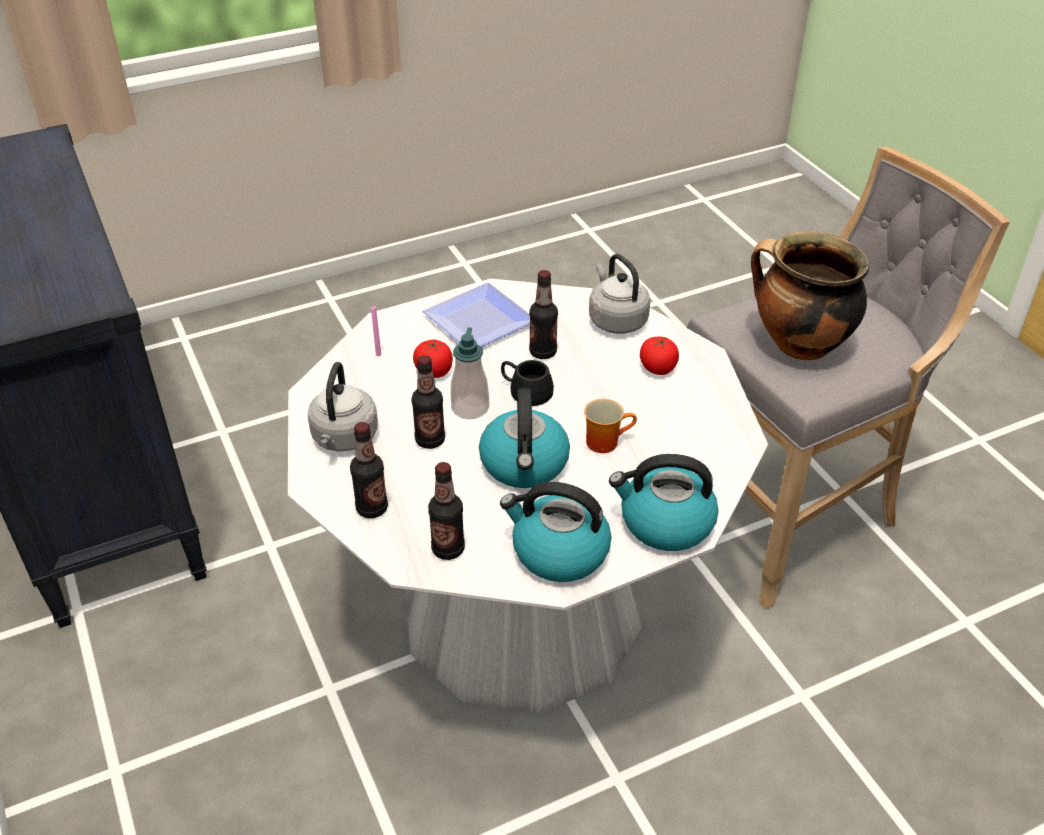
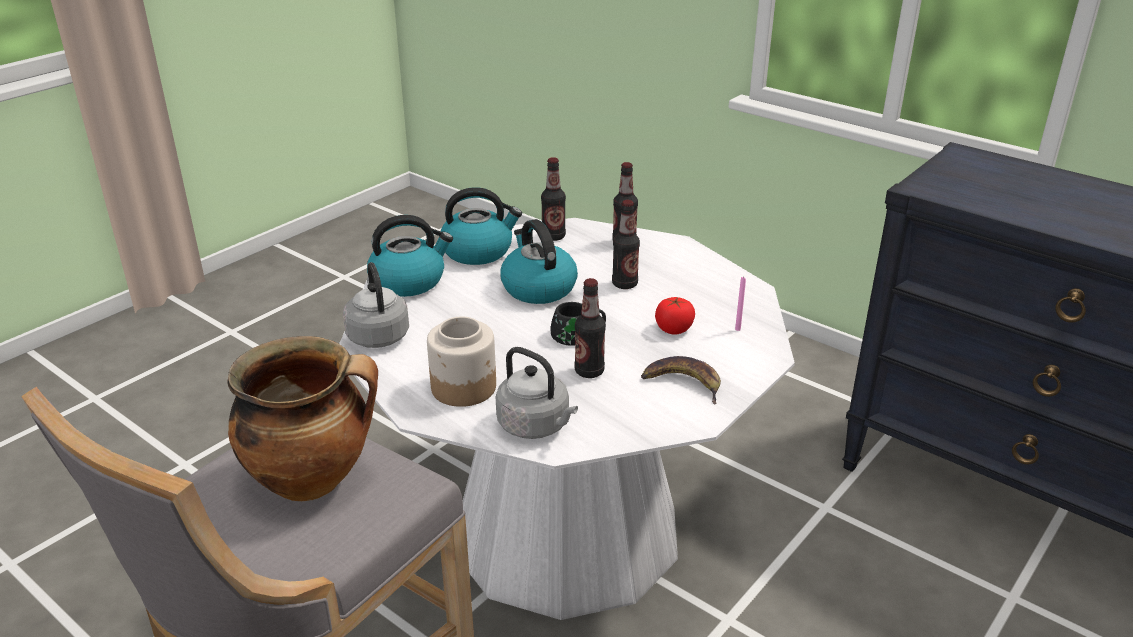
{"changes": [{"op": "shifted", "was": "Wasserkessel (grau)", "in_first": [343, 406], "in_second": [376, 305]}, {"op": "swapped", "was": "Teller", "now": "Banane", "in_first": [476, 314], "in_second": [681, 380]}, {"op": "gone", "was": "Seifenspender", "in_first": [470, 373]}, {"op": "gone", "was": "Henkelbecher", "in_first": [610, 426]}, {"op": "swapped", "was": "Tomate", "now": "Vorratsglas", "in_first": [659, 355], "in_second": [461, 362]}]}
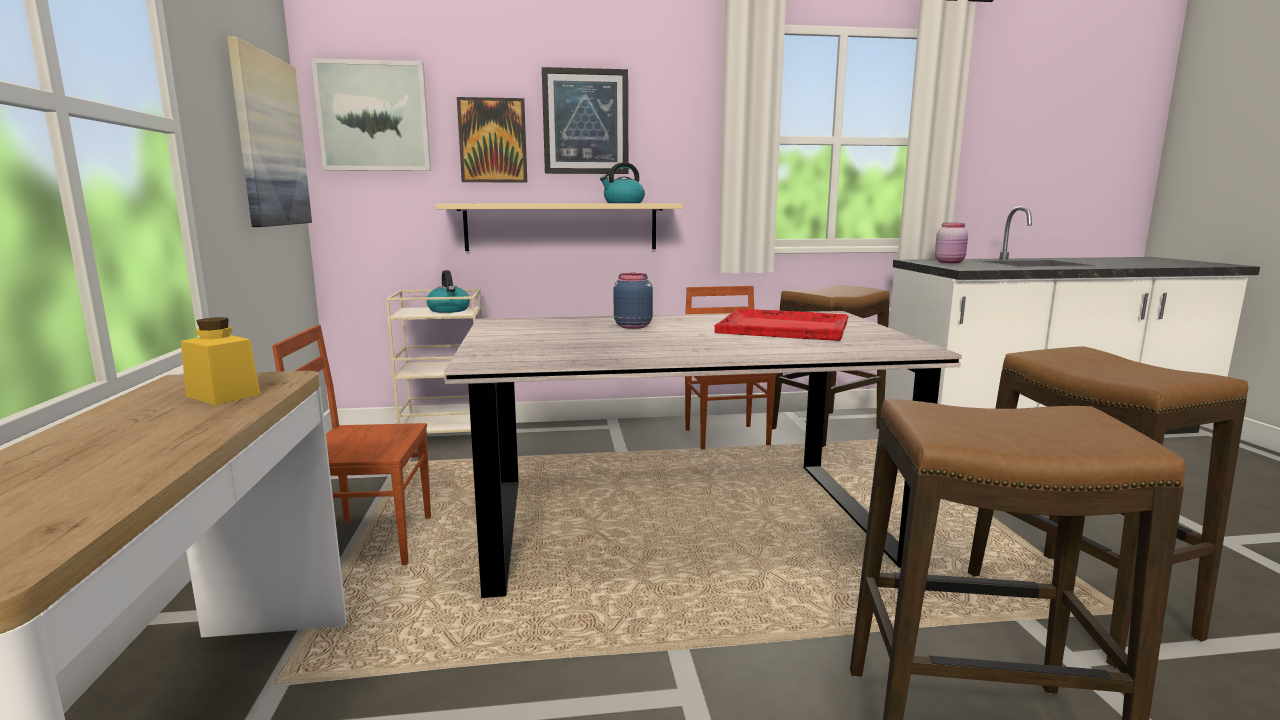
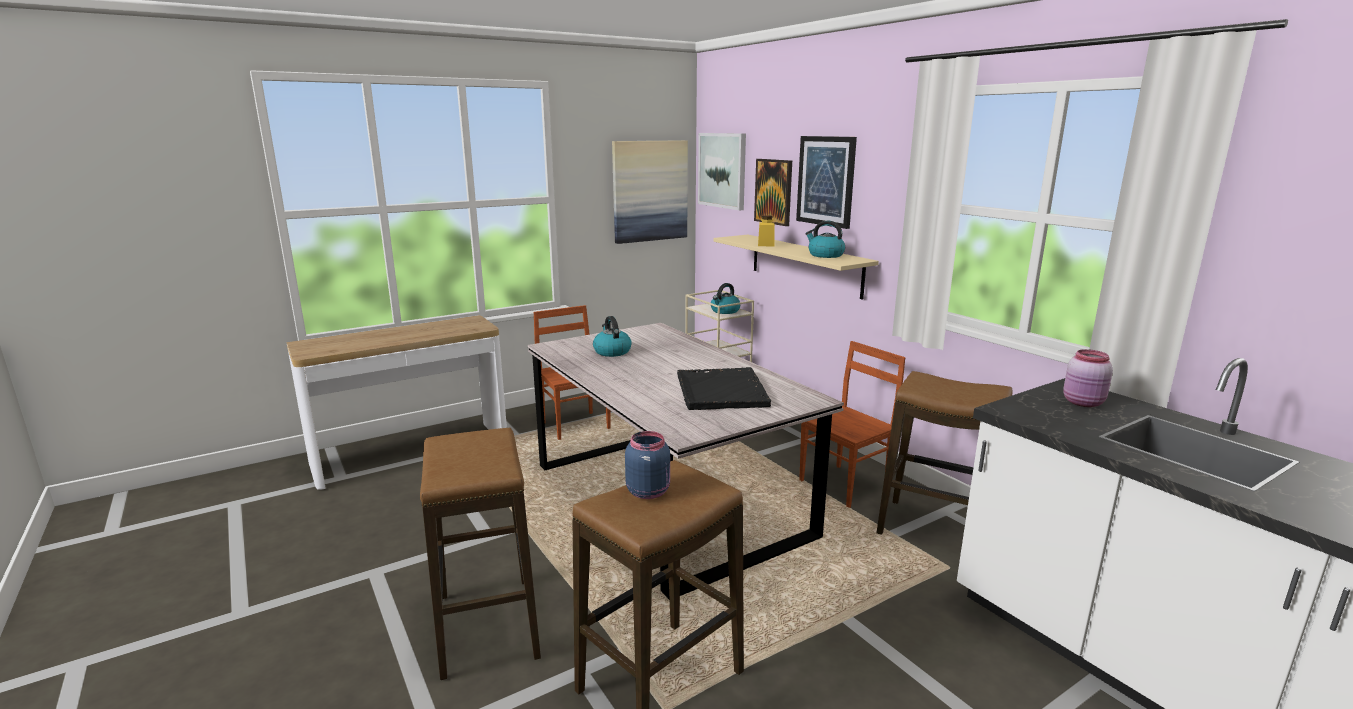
{"changes": [{"op": "shifted", "was": "Vorratsglas (gelb)", "in_first": [220, 361], "in_second": [766, 231]}, {"op": "shifted", "was": "Vorratsglas (blau)", "in_first": [633, 301], "in_second": [647, 465]}, {"op": "repainted", "was": "Tablett (rot)", "now": "Tablett (schwarz)", "in_first": [781, 325], "in_second": [724, 388]}, {"op": "new", "now": "Wasserkessel", "in_second": [612, 336]}]}
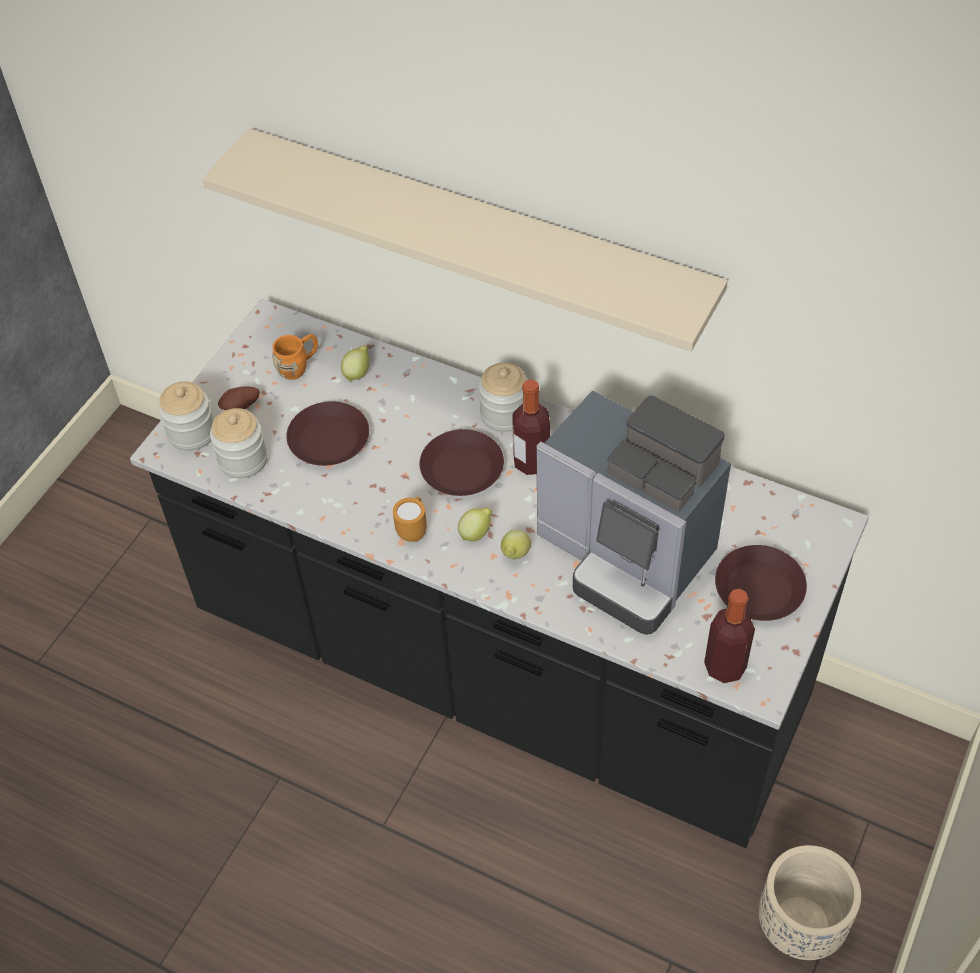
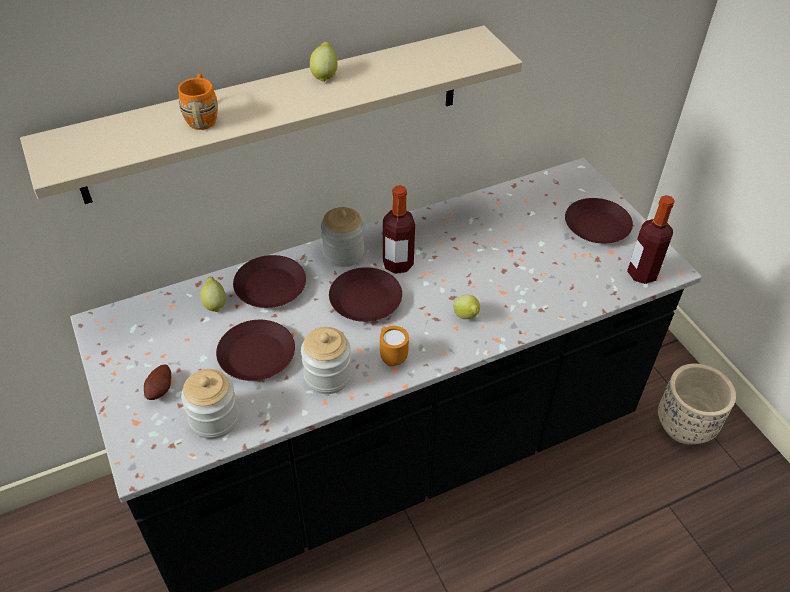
{"changes": [{"op": "shifted", "was": "Vorratsglas", "in_first": [186, 416], "in_second": [326, 360]}, {"op": "shifted", "was": "Henkelbecher (orange)", "in_first": [295, 357], "in_second": [198, 102]}, {"op": "shifted", "was": "Zitrone", "in_first": [475, 524], "in_second": [323, 62]}, {"op": "gone", "was": "Kaffeemaschine", "in_first": [634, 512]}, {"op": "new", "now": "Teller (braun)", "in_second": [269, 281]}]}
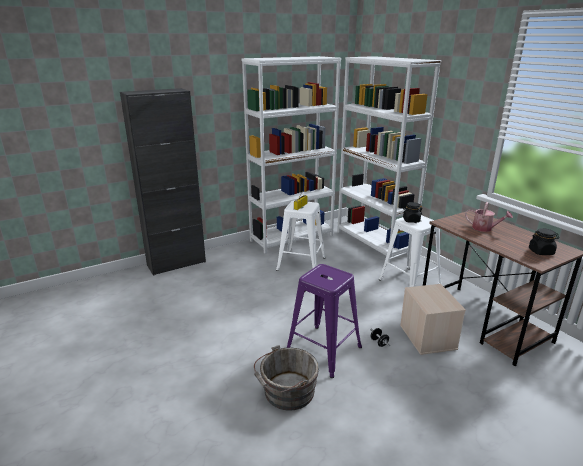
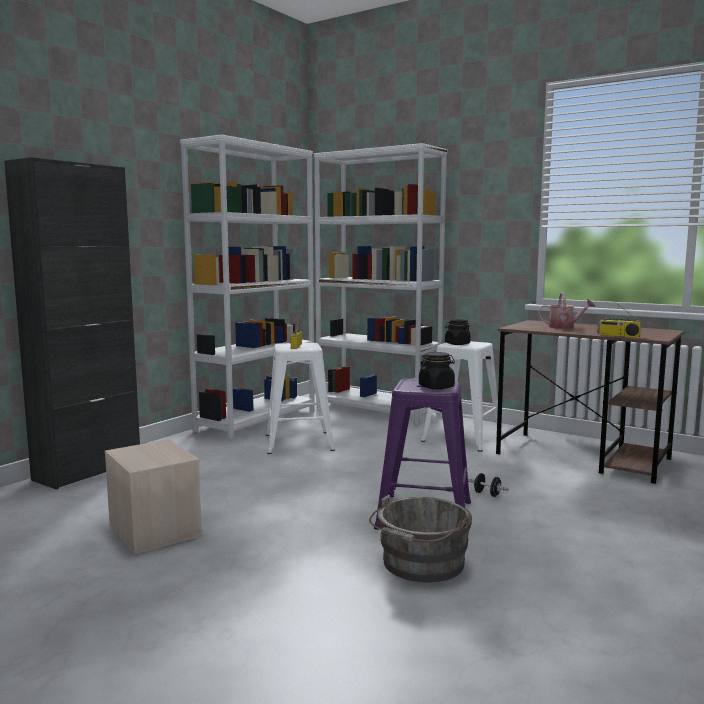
{"changes": [{"op": "shifted", "was": "Aufbewahrungsbox (beige)", "in_first": [433, 319], "in_second": [153, 497]}, {"op": "shifted", "was": "Vorratsglas (schwarz)", "in_first": [544, 241], "in_second": [437, 370]}, {"op": "new", "now": "Radio", "in_second": [619, 318]}]}
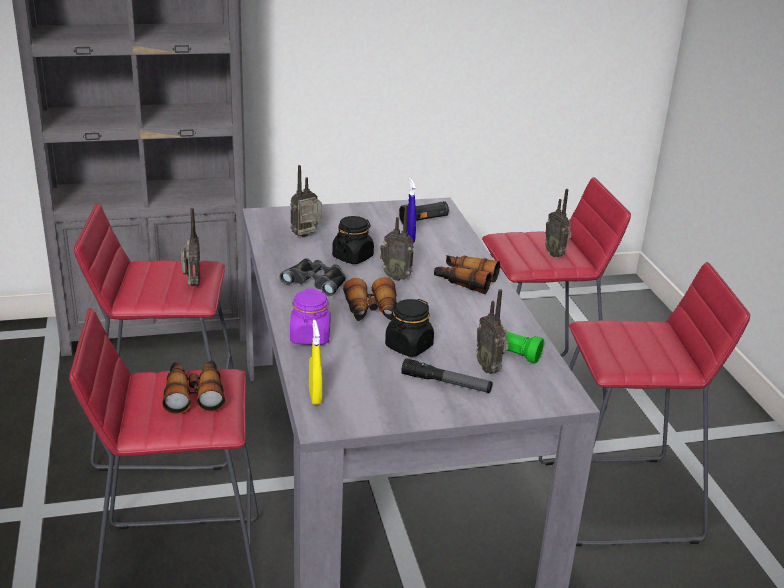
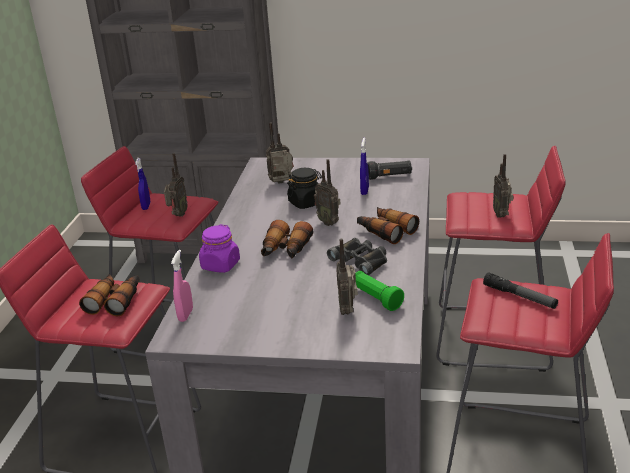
{"changes": [{"op": "shifted", "was": "Fernglas (schwarz)", "in_first": [313, 277], "in_second": [357, 256]}, {"op": "repainted", "was": "Sprühflasche (gelb)", "now": "Sprühflasche (rosa)", "in_first": [315, 362], "in_second": [182, 286]}, {"op": "gone", "was": "Vorratsglas (schwarz)", "in_first": [409, 328]}, {"op": "shifted", "was": "Taschenlampe", "in_first": [447, 375], "in_second": [520, 291]}, {"op": "new", "now": "Sprühflasche (blau)", "in_second": [143, 184]}]}
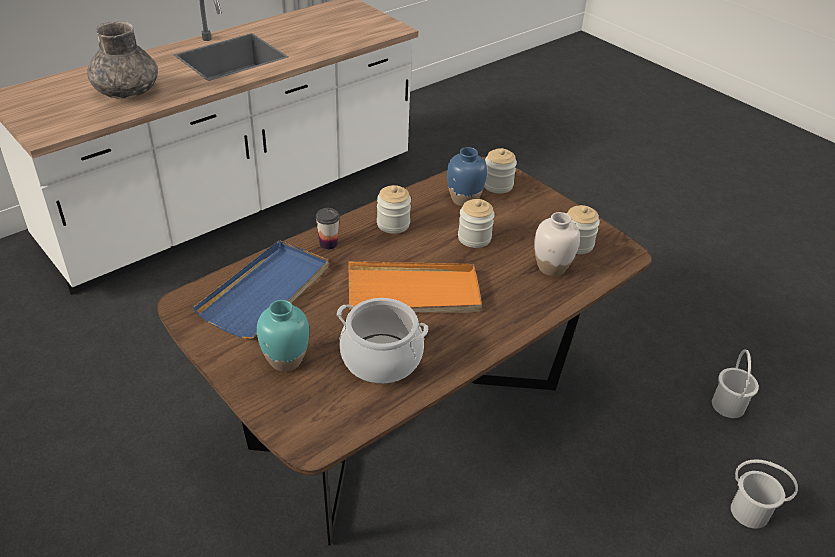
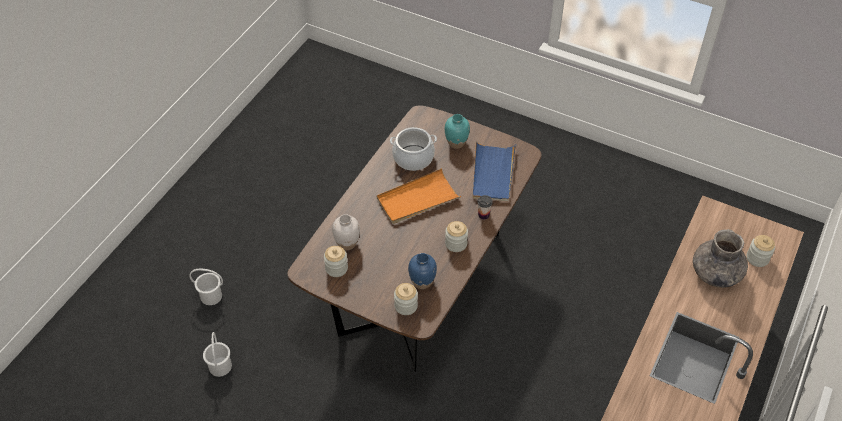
{"changes": [{"op": "shifted", "was": "Vorratsglas", "in_first": [476, 223], "in_second": [760, 251]}]}
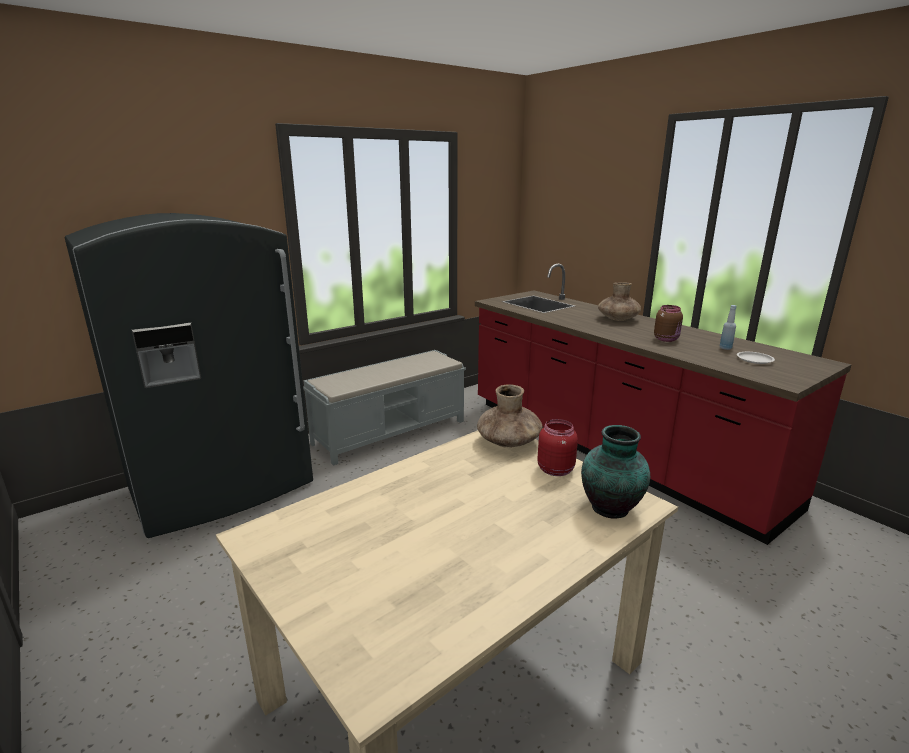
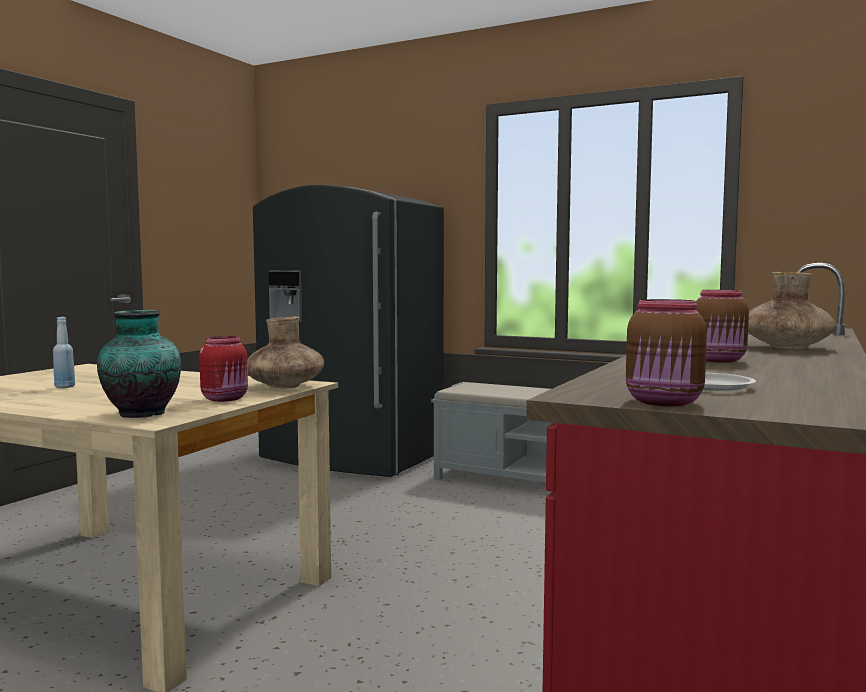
{"changes": [{"op": "shifted", "was": "Flasche (blau)", "in_first": [728, 327], "in_second": [64, 352]}, {"op": "new", "now": "Vorratsglas (braun)", "in_second": [666, 352]}]}
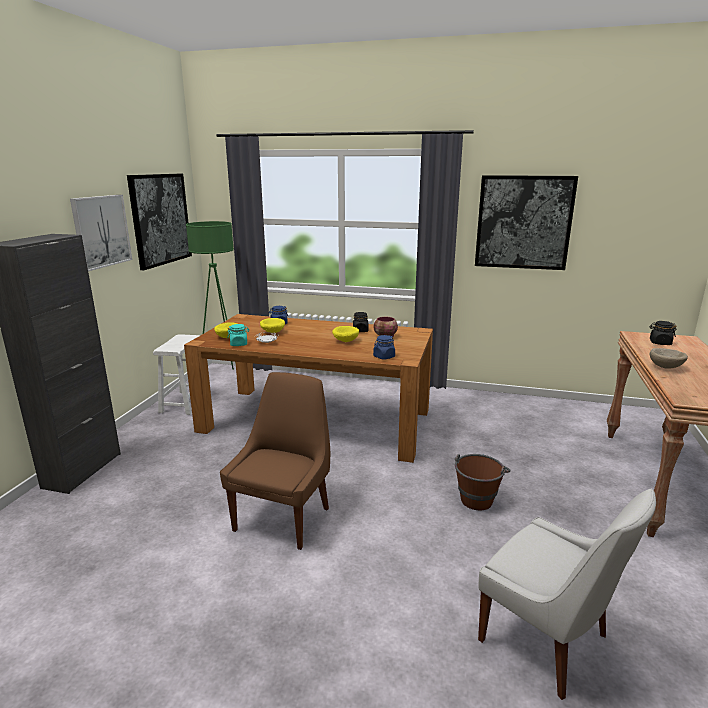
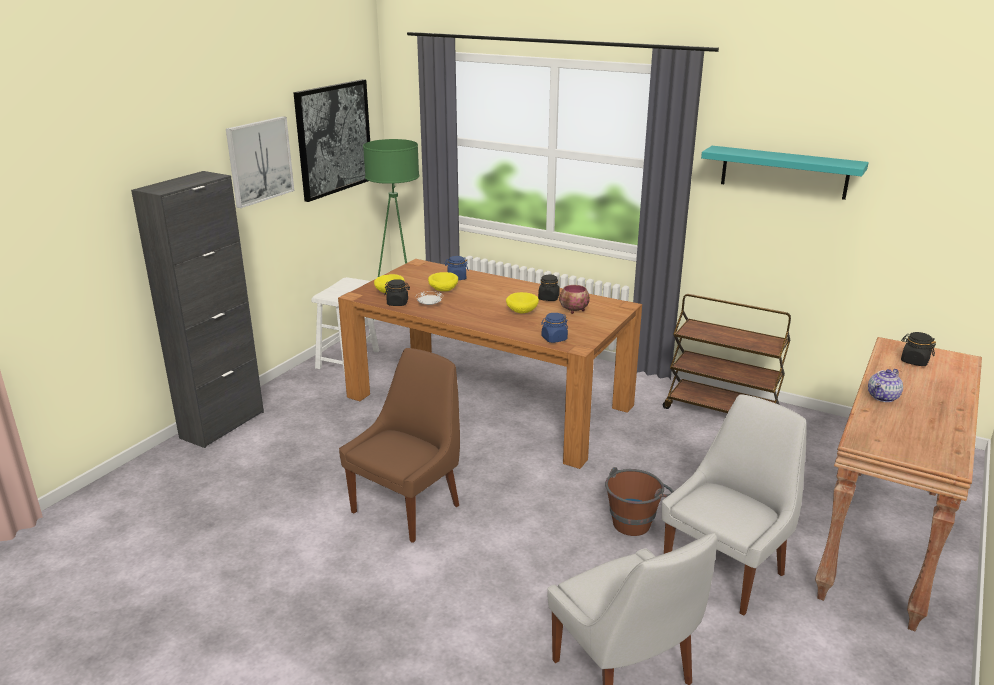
{"changes": [{"op": "repainted", "was": "Vorratsglas (türkis)", "now": "Vorratsglas (schwarz)", "in_first": [238, 335], "in_second": [397, 292]}, {"op": "swapped", "was": "Bild", "now": "Wandregal (türkis)", "in_first": [526, 222], "in_second": [785, 173]}, {"op": "swapped", "was": "Schüssel (beige)", "now": "Teekanne", "in_first": [669, 358], "in_second": [885, 385]}, {"op": "new", "now": "Stuhl (weiß)", "in_second": [734, 505]}, {"op": "new", "now": "Rollwagen (braun)", "in_second": [727, 353]}]}
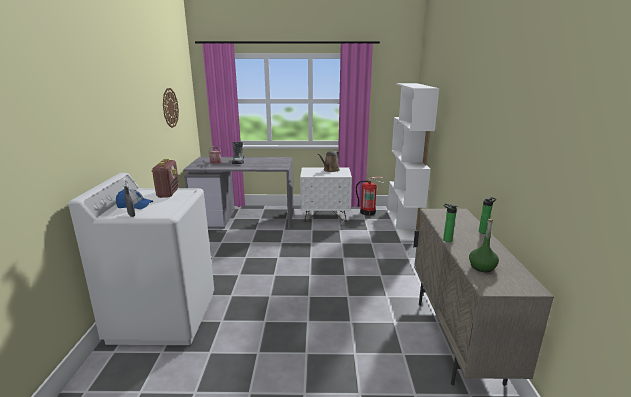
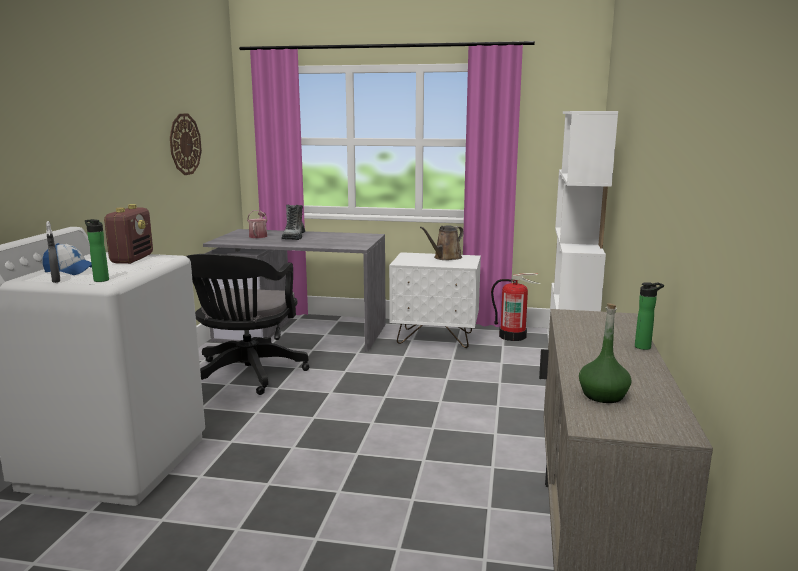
{"changes": [{"op": "shifted", "was": "Flasche", "in_first": [450, 222], "in_second": [97, 250]}, {"op": "new", "now": "Bürostuhl (schwarz)", "in_second": [247, 324]}]}
